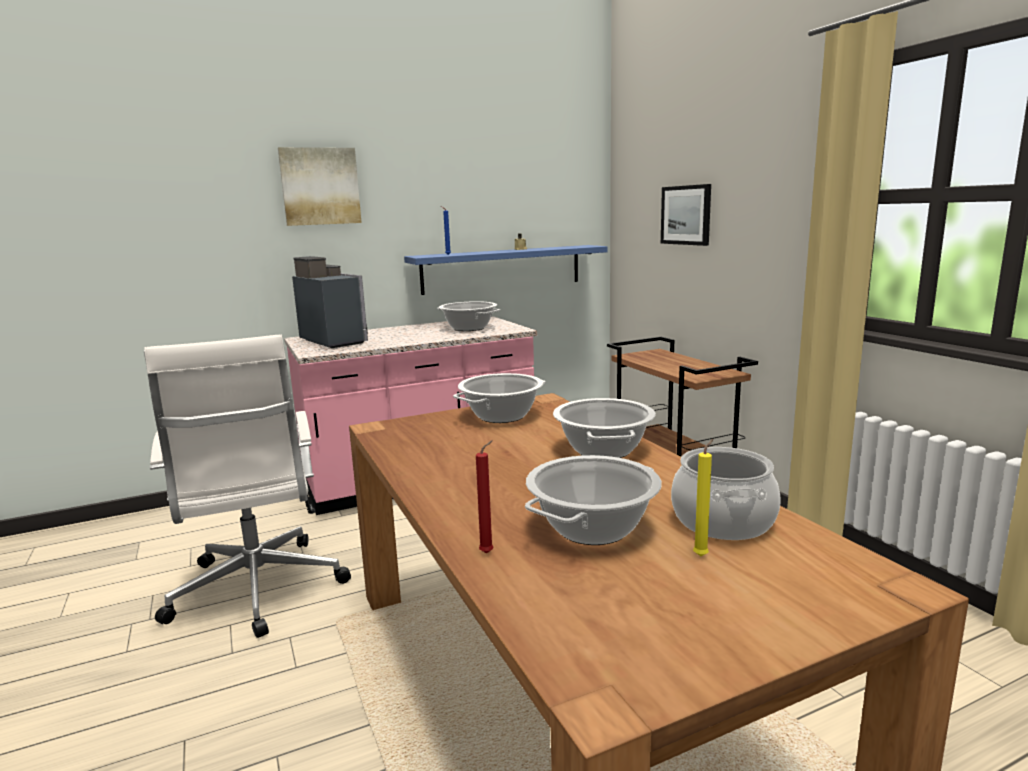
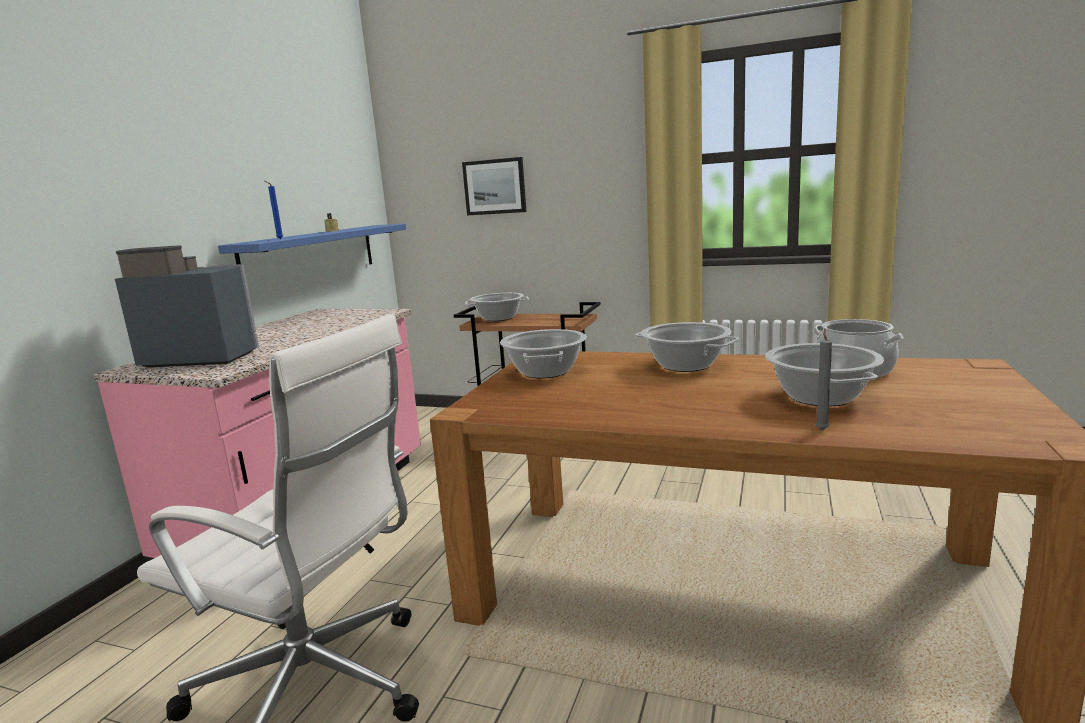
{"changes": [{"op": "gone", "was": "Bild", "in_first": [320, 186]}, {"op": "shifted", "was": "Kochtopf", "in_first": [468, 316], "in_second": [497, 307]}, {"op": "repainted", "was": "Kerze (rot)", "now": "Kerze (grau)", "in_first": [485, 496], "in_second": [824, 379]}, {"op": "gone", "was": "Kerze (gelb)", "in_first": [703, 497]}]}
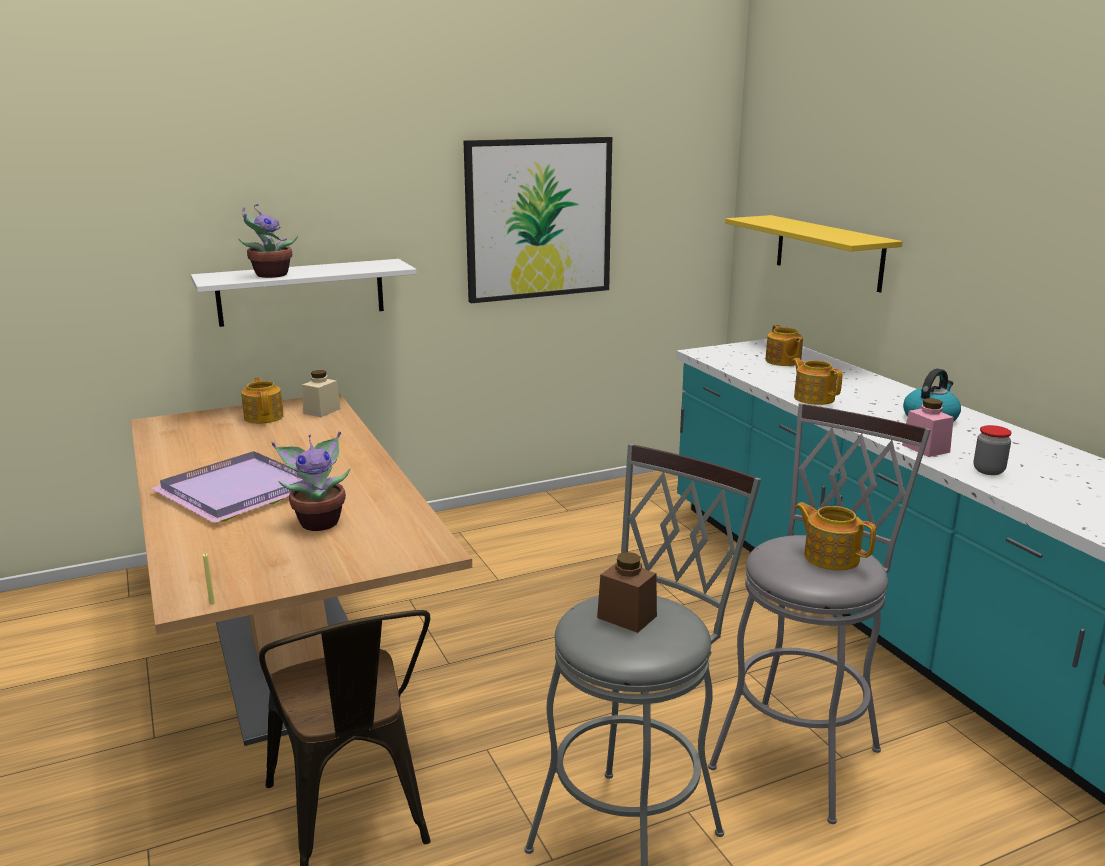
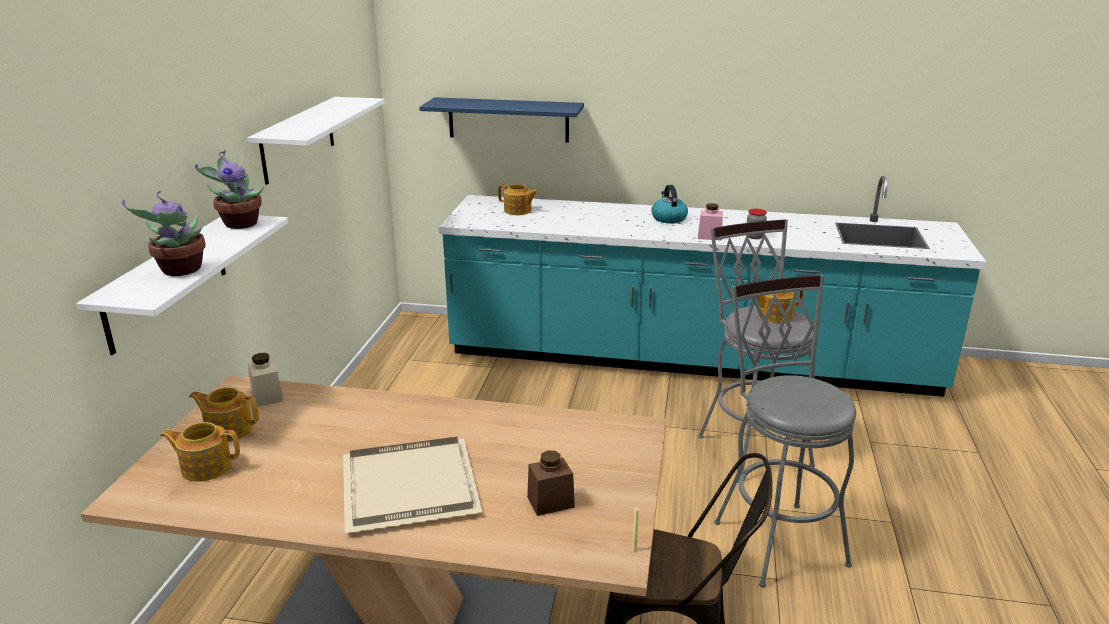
{"changes": [{"op": "repainted", "was": "Tablett (lila)", "now": "Tablett (beige)", "in_first": [228, 487], "in_second": [413, 485]}, {"op": "shifted", "was": "Topfpflanze", "in_first": [311, 481], "in_second": [229, 189]}, {"op": "swapped", "was": "Bild", "now": "Wandregal (weiß)", "in_first": [538, 220], "in_second": [316, 141]}, {"op": "shifted", "was": "Vorratsglas (braun)", "in_first": [627, 592], "in_second": [551, 483]}, {"op": "repainted", "was": "Wandregal (gelb)", "now": "Wandregal (blau)", "in_first": [814, 253], "in_second": [501, 120]}, {"op": "shifted", "was": "Teekanne", "in_first": [817, 381], "in_second": [200, 452]}]}
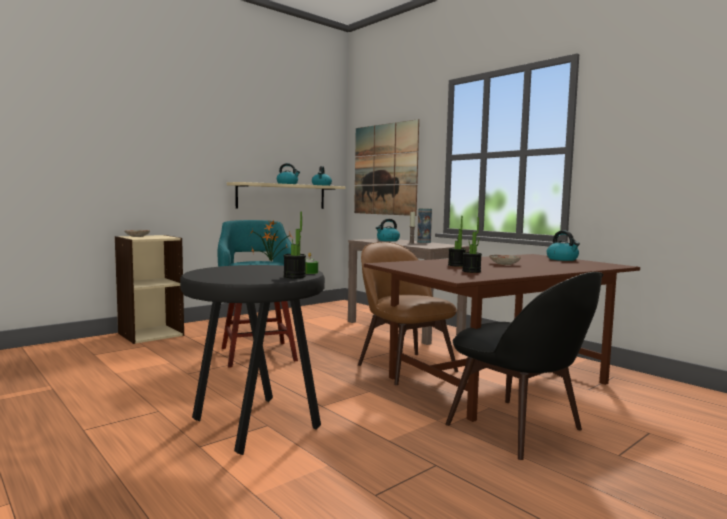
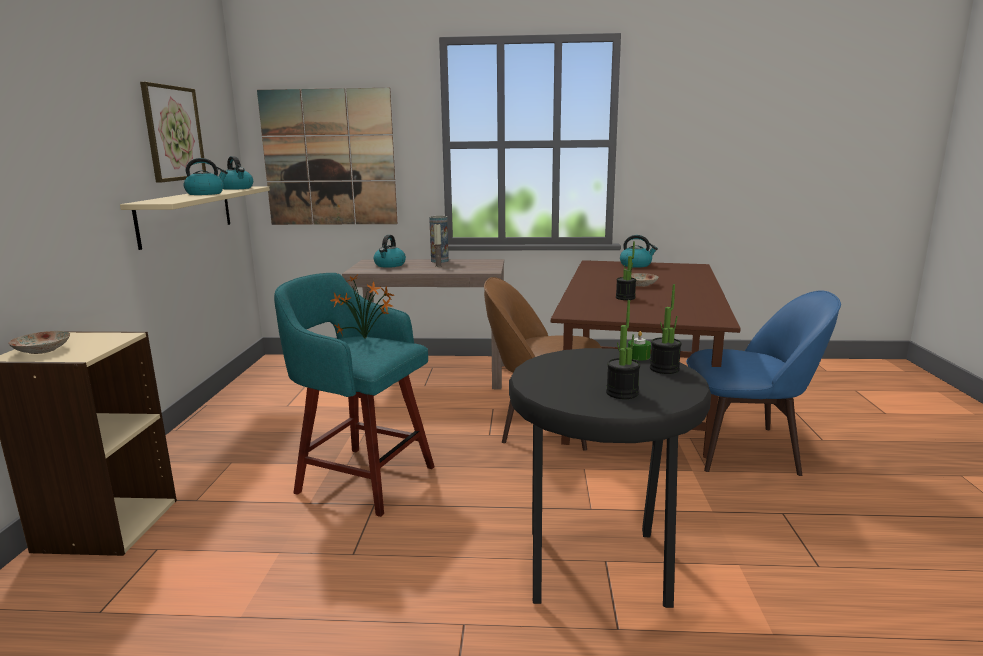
{"changes": [{"op": "repainted", "was": "Stuhl (schwarz)", "now": "Stuhl (blau)", "in_first": [524, 366], "in_second": [763, 383]}, {"op": "shifted", "was": "Topfpflanze", "in_first": [472, 245], "in_second": [623, 349]}, {"op": "new", "now": "Bild", "in_second": [173, 132]}]}
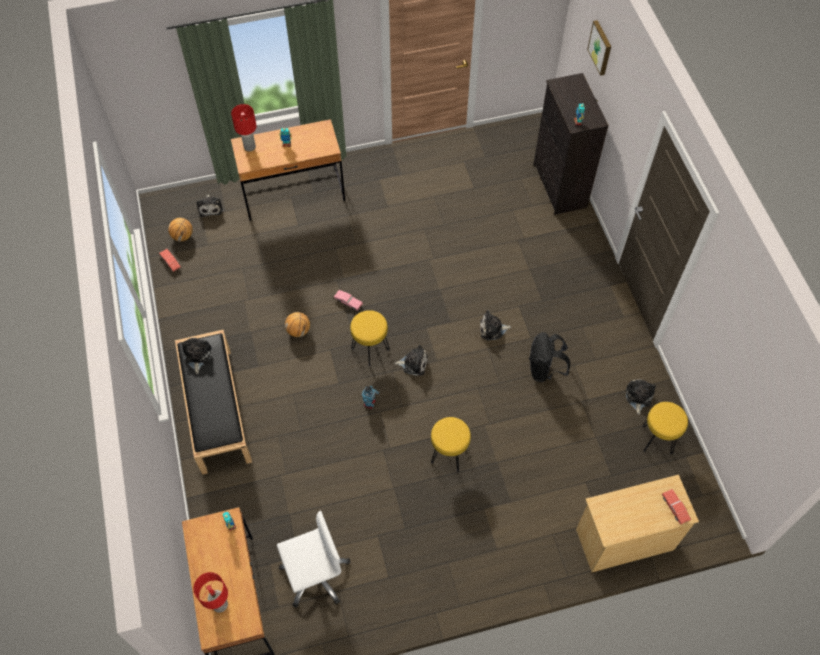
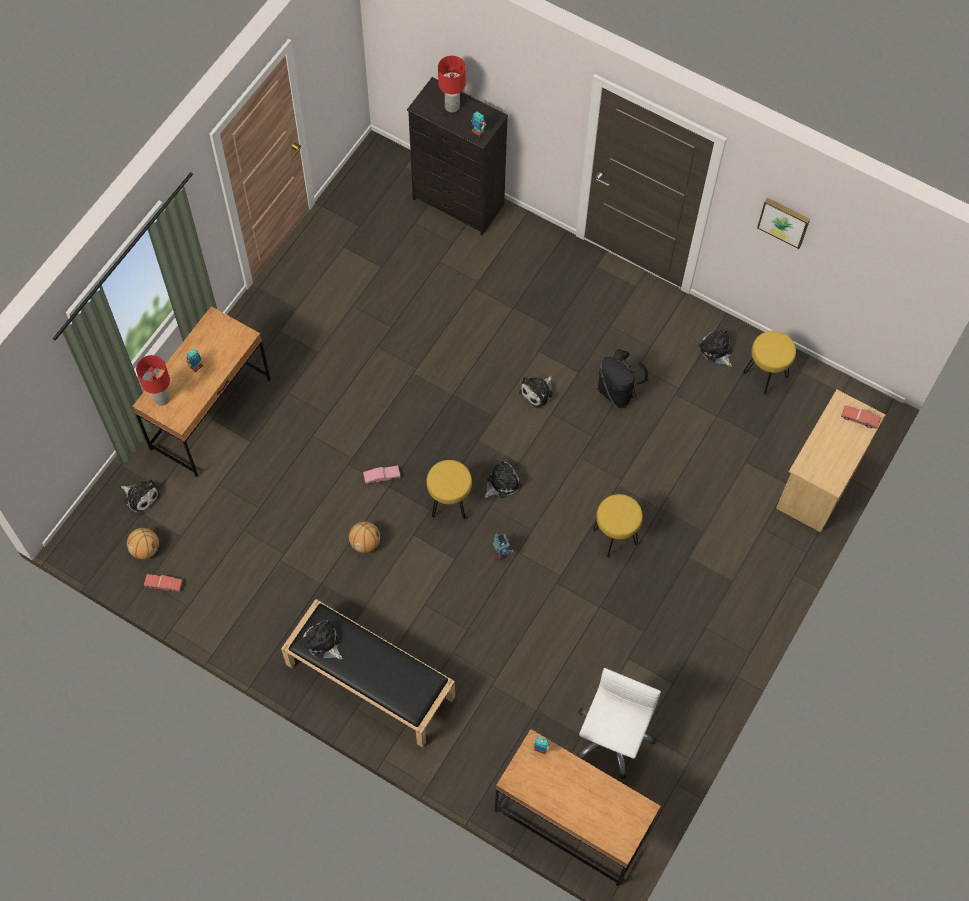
{"changes": [{"op": "shifted", "was": "Tischlampe (rot)", "in_first": [210, 592], "in_second": [452, 84]}, {"op": "shifted", "was": "Bild", "in_first": [599, 48], "in_second": [783, 223]}]}
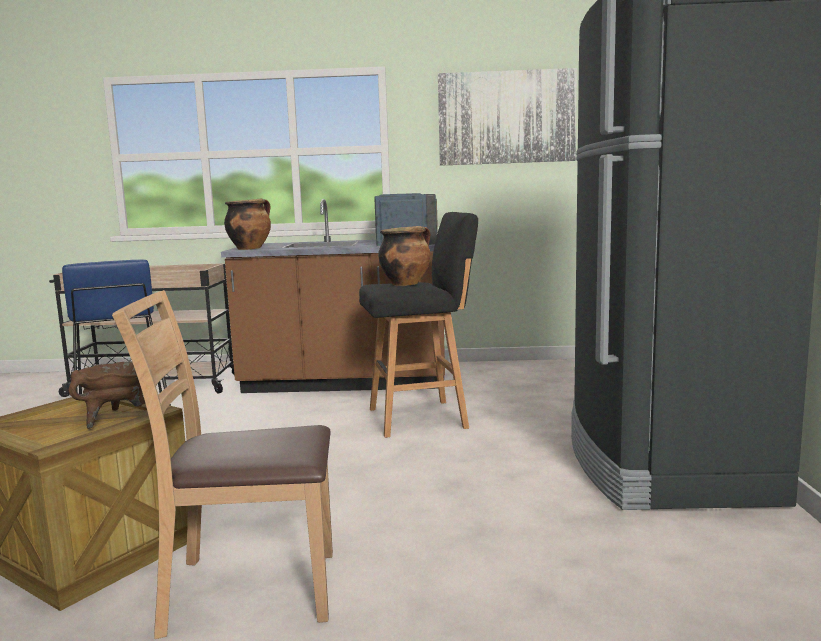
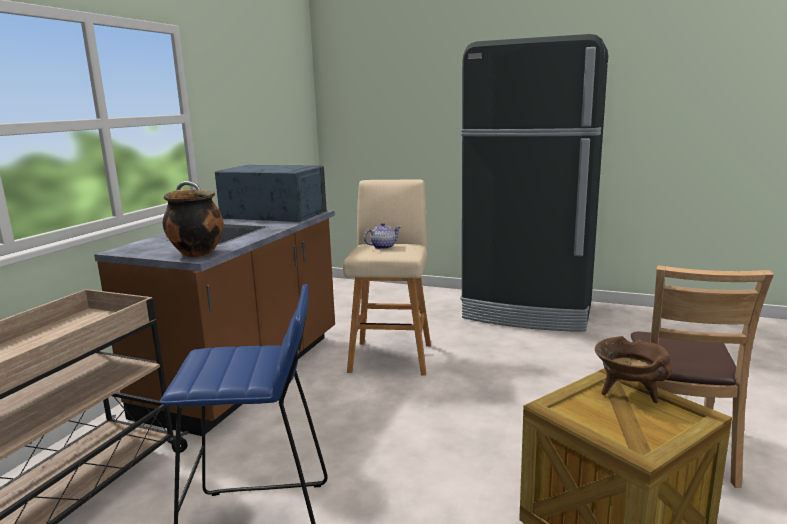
{"changes": [{"op": "repainted", "was": "Hocker (schwarz)", "now": "Hocker (beige)", "in_first": [418, 325], "in_second": [387, 277]}, {"op": "swapped", "was": "Kochtopf", "now": "Teekanne", "in_first": [404, 256], "in_second": [382, 236]}, {"op": "gone", "was": "Bild", "in_first": [507, 117]}]}
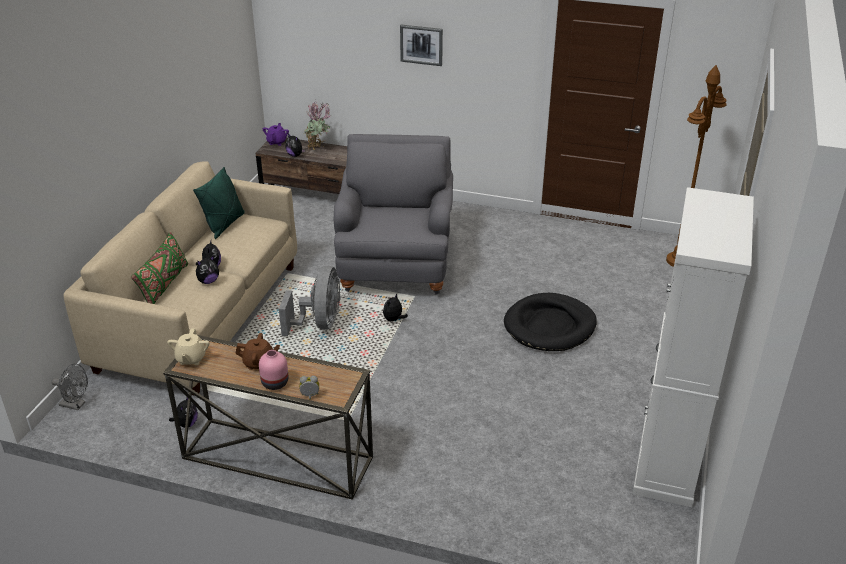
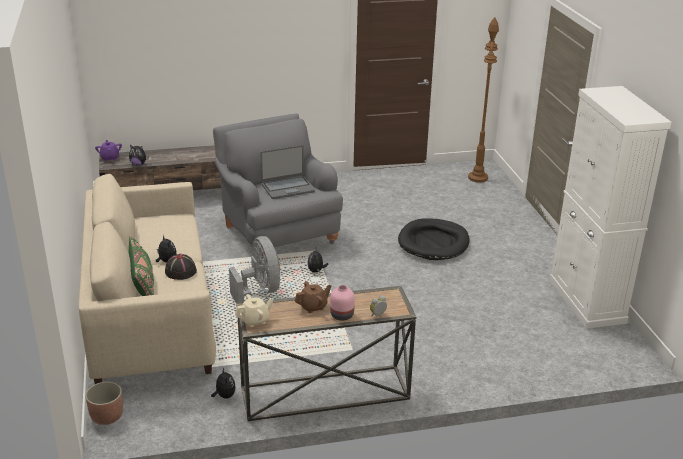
{"changes": [{"op": "swapped", "was": "Ventilator (grau)", "now": "Pflanzkübel", "in_first": [69, 387], "in_second": [104, 403]}, {"op": "rotated", "was": "Teekanne (beige)", "in_first": [188, 346], "in_second": [254, 310], "clockwise": -90}, {"op": "gone", "was": "Kissen (grün)", "in_first": [219, 203]}, {"op": "swapped", "was": "Plüschtier", "now": "Hut (schwarz)", "in_first": [207, 269], "in_second": [181, 267]}, {"op": "gone", "was": "Topfpflanze", "in_first": [317, 126]}, {"op": "gone", "was": "Bild", "in_first": [421, 45]}, {"op": "new", "now": "Laptop", "in_second": [287, 172]}]}
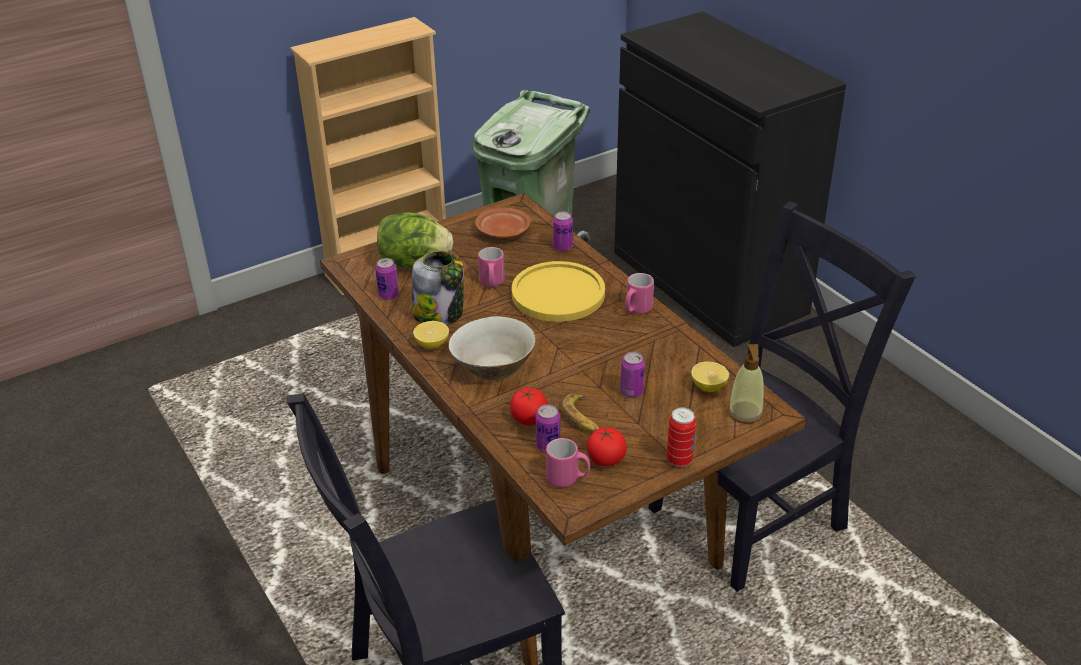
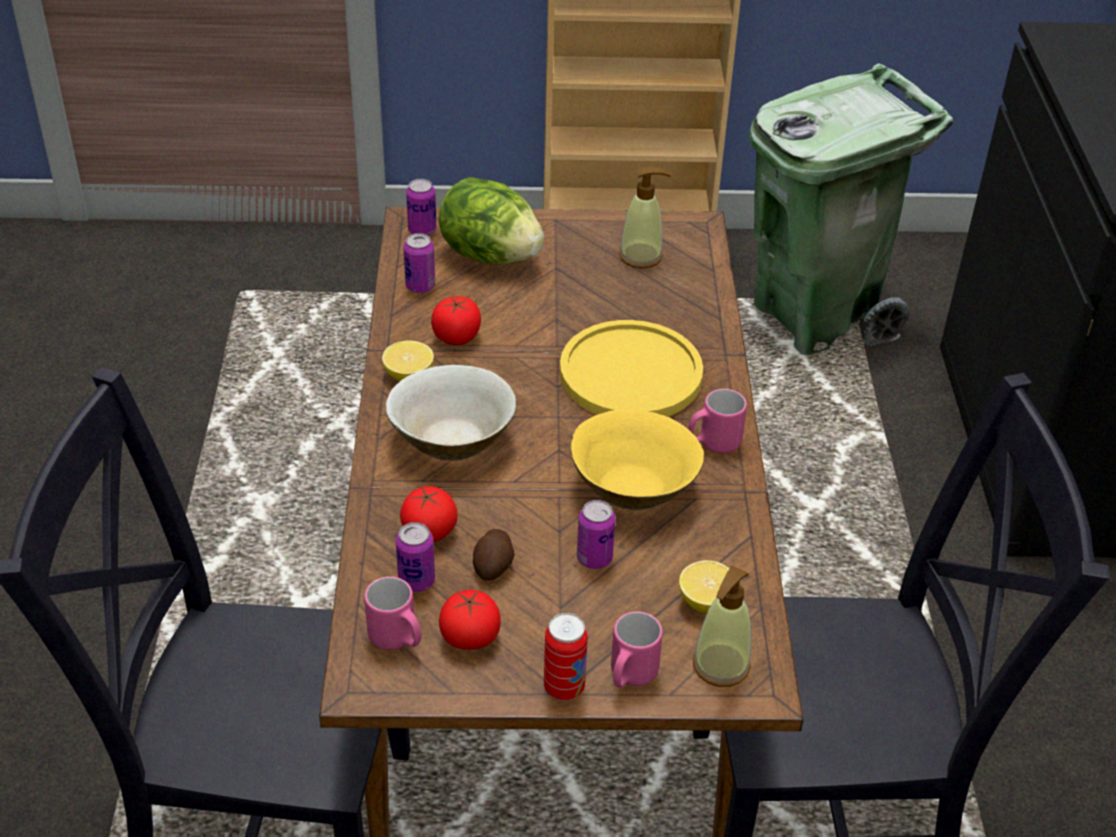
{"changes": [{"op": "swapped", "was": "Vorratsglas", "now": "Tomate", "in_first": [438, 288], "in_second": [456, 321]}, {"op": "swapped", "was": "Teller (braun)", "now": "Seifenspender", "in_first": [503, 223], "in_second": [645, 217]}, {"op": "shifted", "was": "Henkelbecher (rosa)", "in_first": [491, 267], "in_second": [637, 649]}, {"op": "shifted", "was": "Dose", "in_first": [563, 231], "in_second": [421, 207]}, {"op": "swapped", "was": "Banane", "now": "Kartoffel", "in_first": [580, 413], "in_second": [494, 555]}, {"op": "new", "now": "Schüssel (gelb)", "in_second": [637, 459]}]}
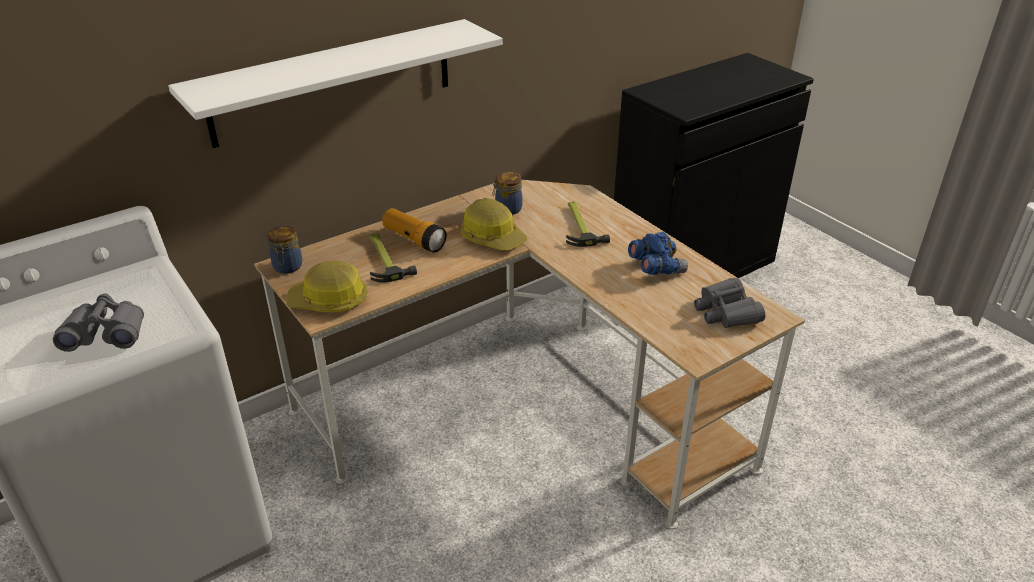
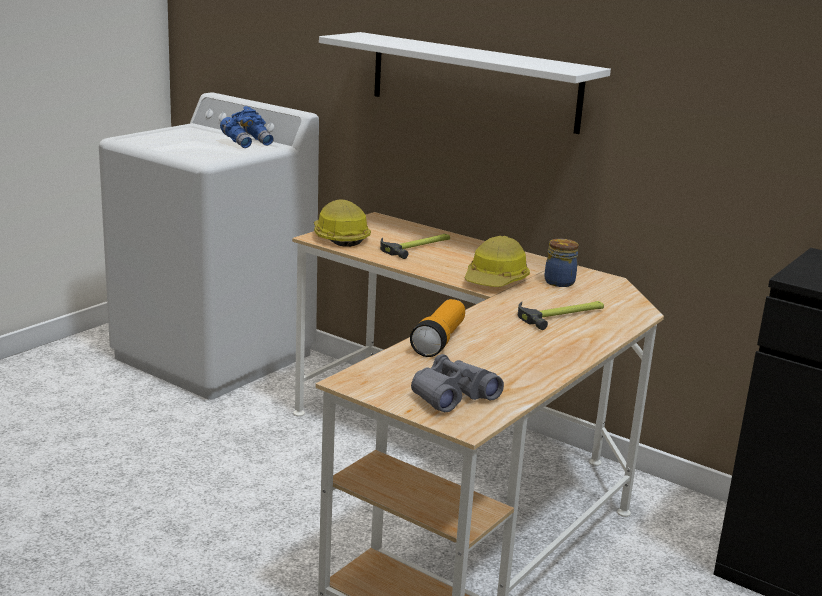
{"changes": [{"op": "gone", "was": "Fernglas (grau)", "in_first": [98, 322]}, {"op": "gone", "was": "Vorratsglas", "in_first": [284, 250]}, {"op": "shifted", "was": "Taschenlampe", "in_first": [414, 230], "in_second": [437, 328]}, {"op": "shifted", "was": "Fernglas (blau)", "in_first": [658, 253], "in_second": [246, 127]}]}
